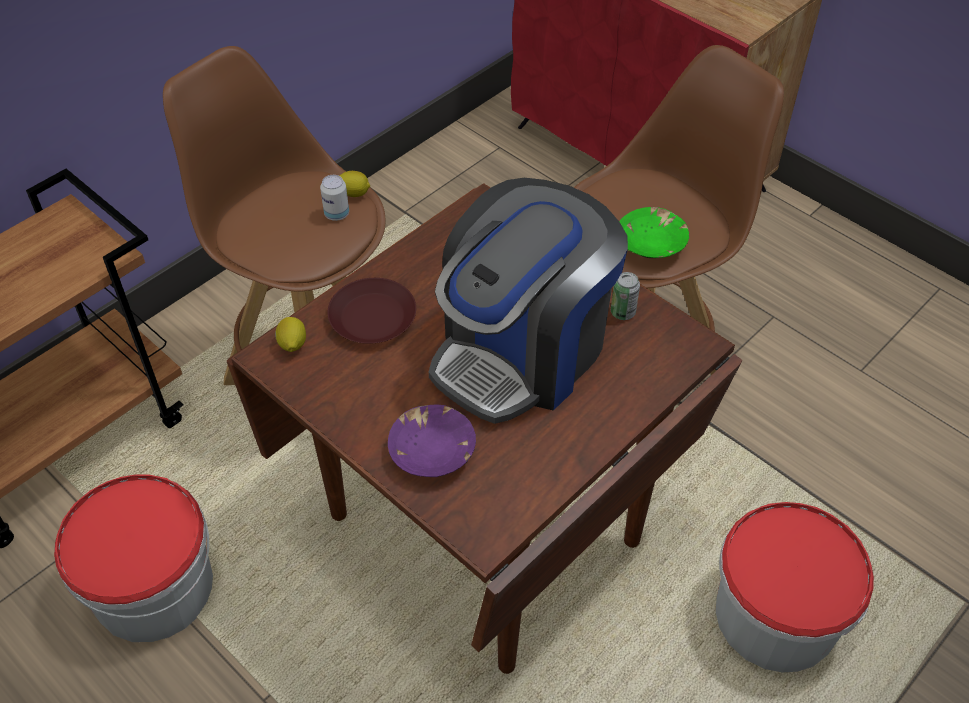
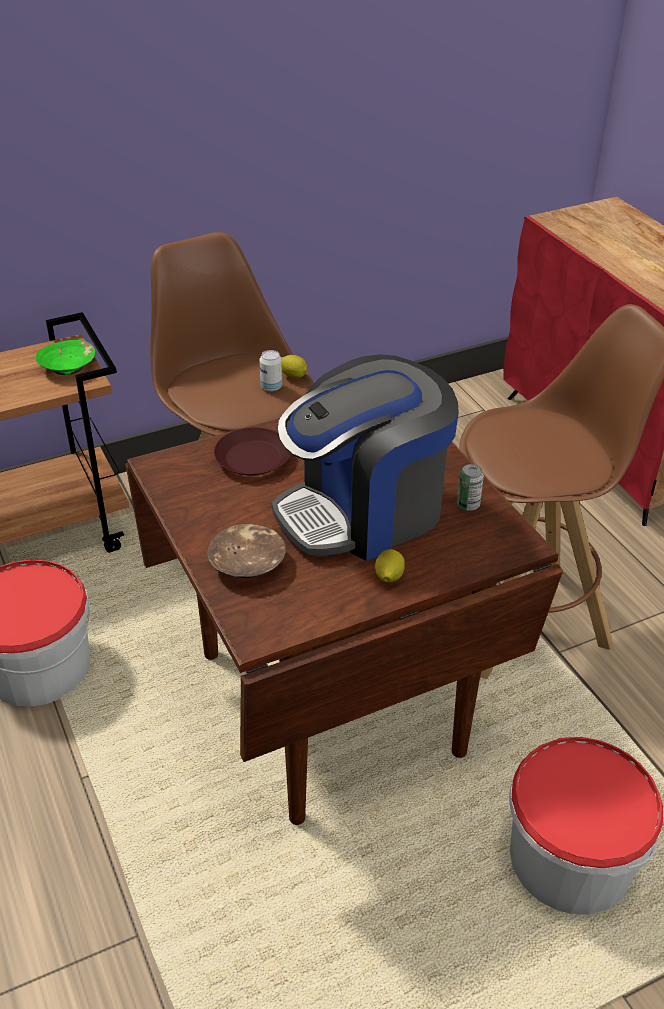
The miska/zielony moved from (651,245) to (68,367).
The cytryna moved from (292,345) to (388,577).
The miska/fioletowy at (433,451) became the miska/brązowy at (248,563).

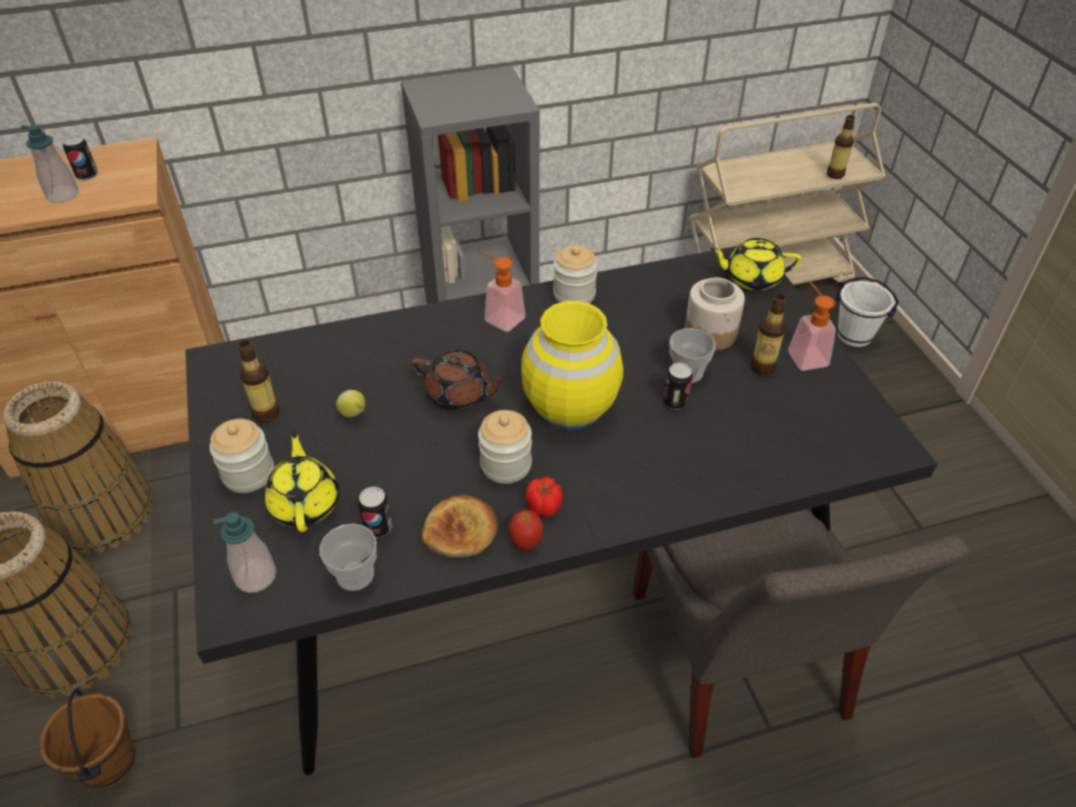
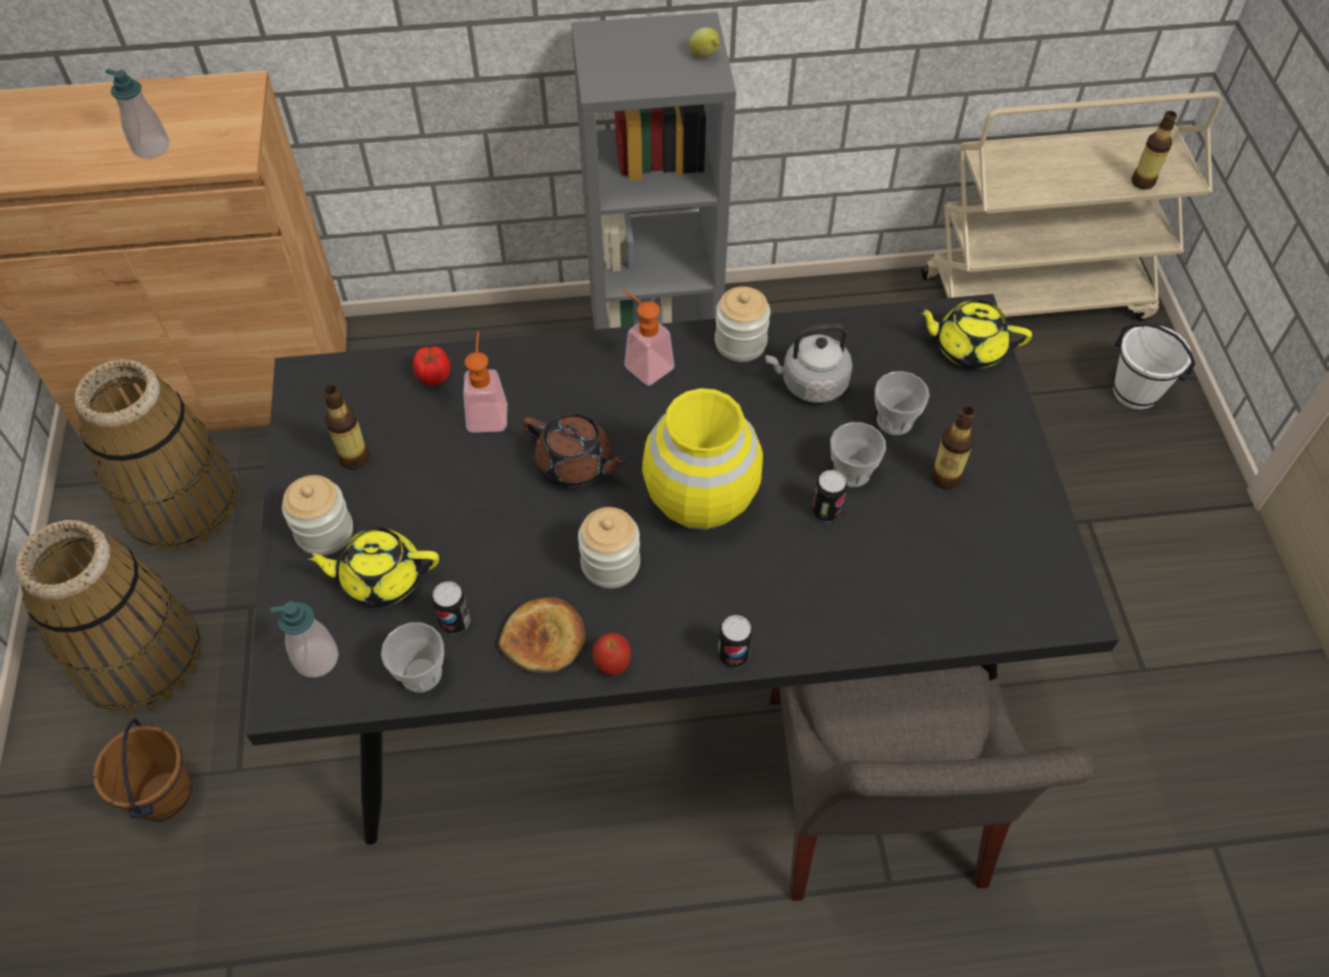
The puszka moved from (87,175) to (733,654).
The słoik at (710,333) was replaced by the filiżanka at (894,421).
The dozownik mydła moved from (804,354) to (487,411).
The cytryna moved from (354,414) to (705,56).
The imbryk/żółty at (305,503) turned 90 degrees counterclockwise.
The pomidor moved from (544,507) to (434,376).
The czajnik/szary at (810,384) appeared.

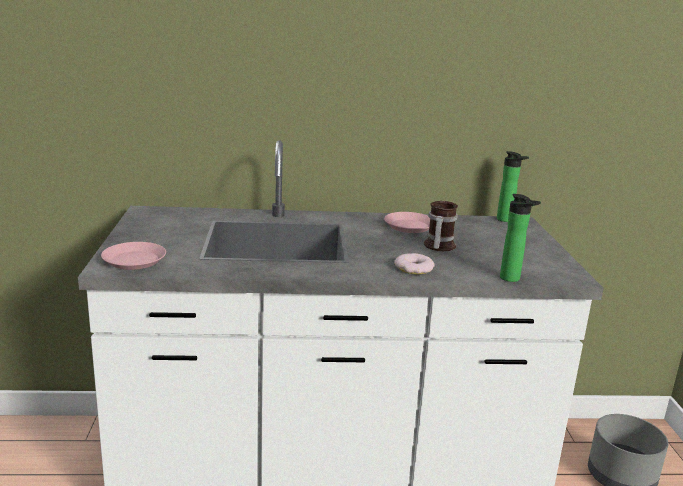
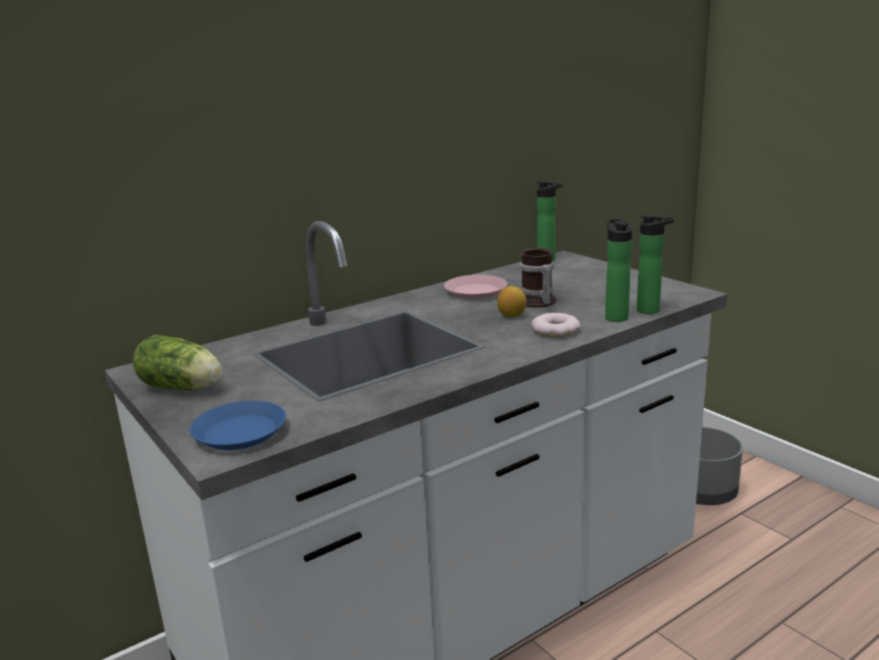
The talerz/różowy at (134,260) became the talerz/niebieski at (240,432).
The butelka at (615,317) appeared.
The cytryna at (511,316) appeared.
The sałata at (184,388) appeared.

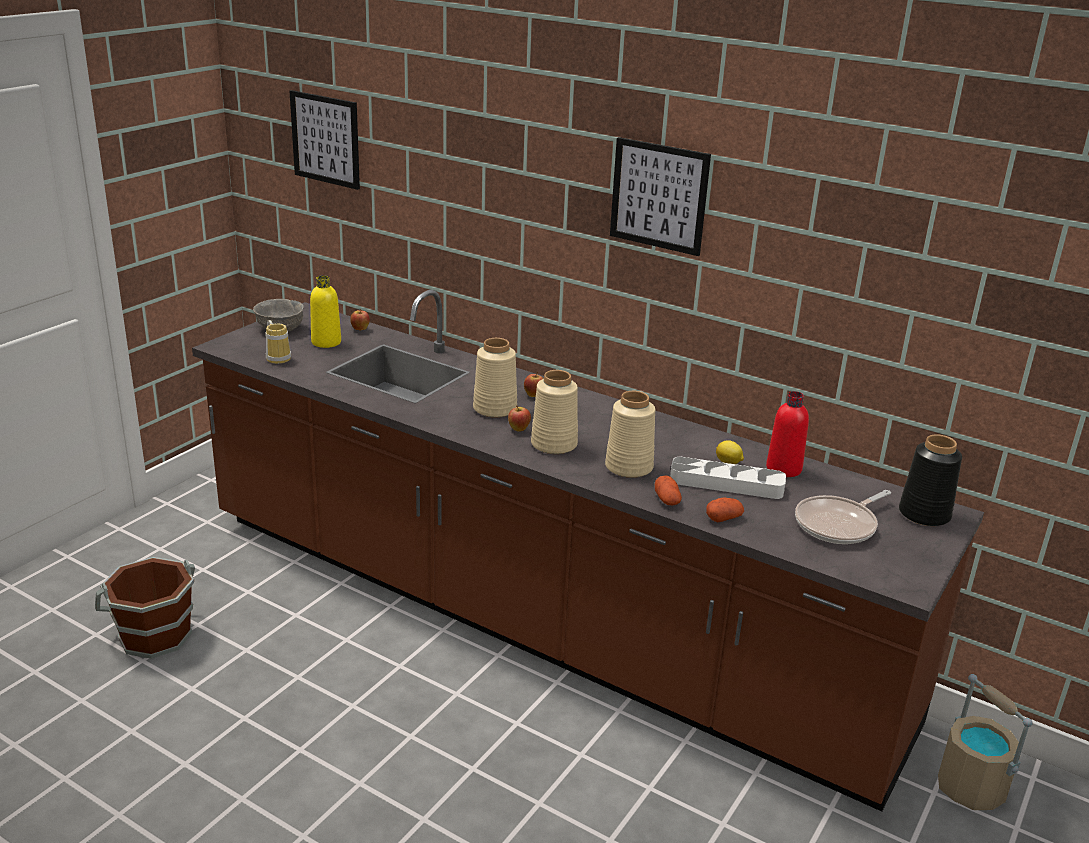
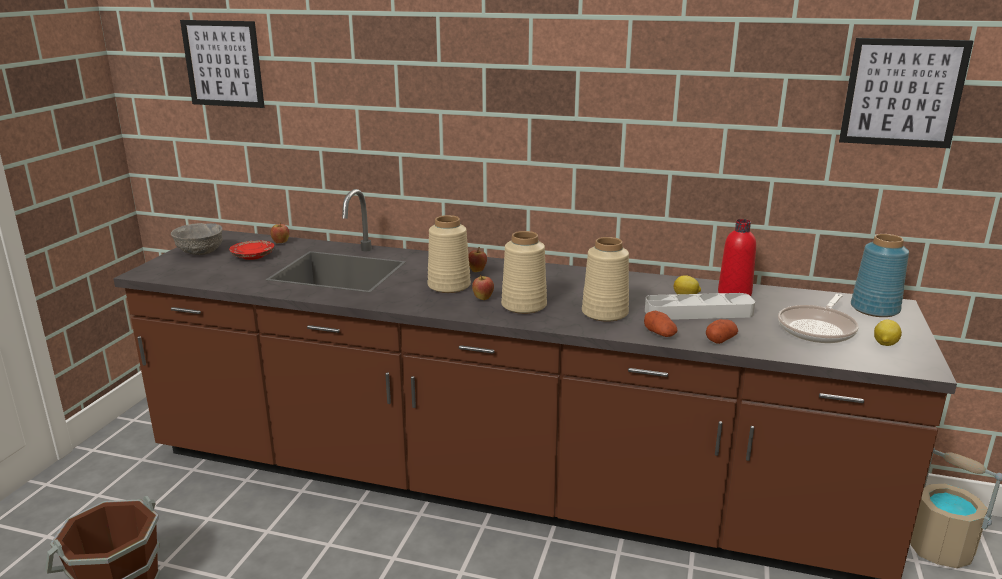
The obraz moved from (659,196) to (902,93).
The butelka/żółty at (326,342) was replaced by the talerz/czerwony at (252,256).
The kubek at (278,357) disappeared.
The wazon/czarny at (925,515) became the wazon/niebieski at (875,309).
The cytryna at (884,344) appeared.

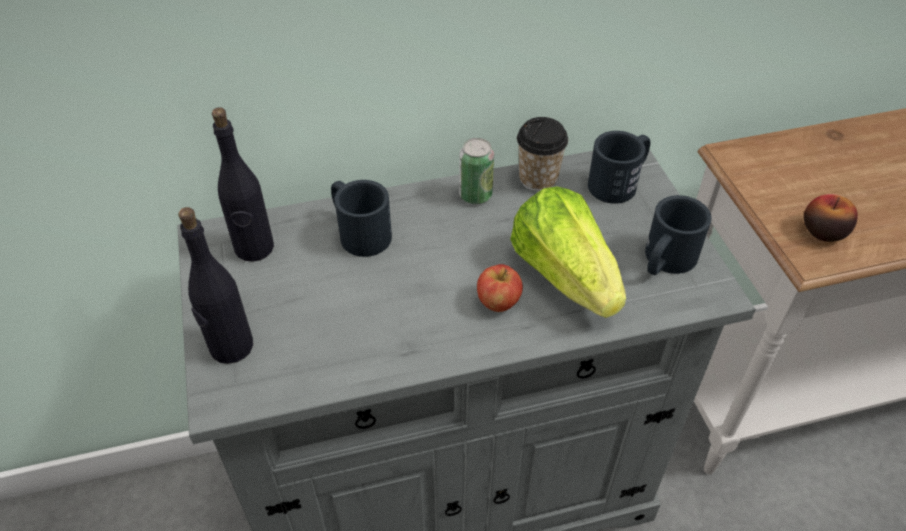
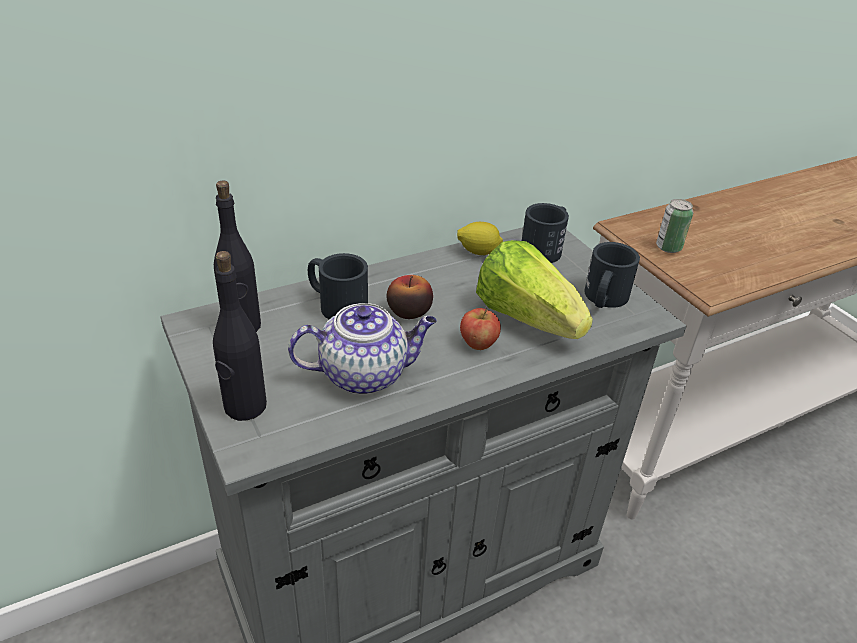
The filiżanka at (538,179) was replaced by the cytryna at (478,252).
The puszka moved from (475,195) to (668,247).
The jabłko moved from (823,231) to (409,311).
The imbryk at (365,374) appeared.

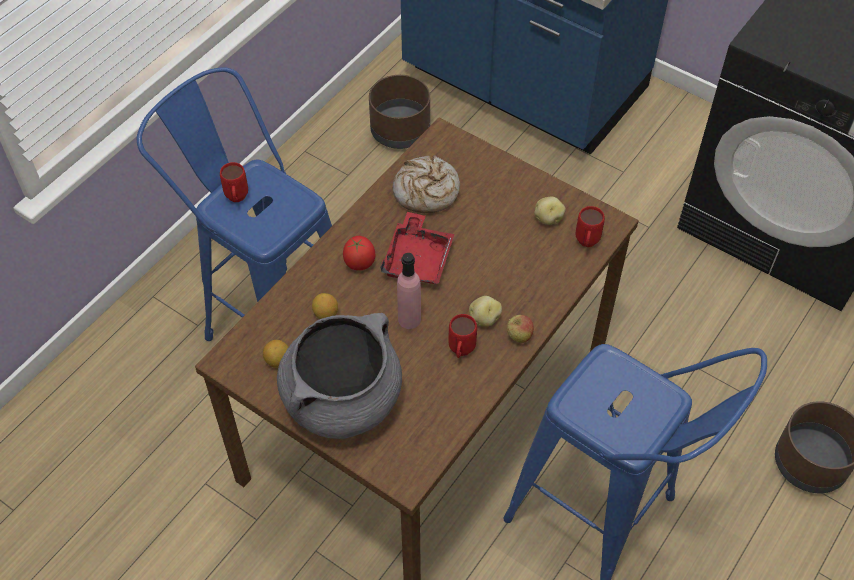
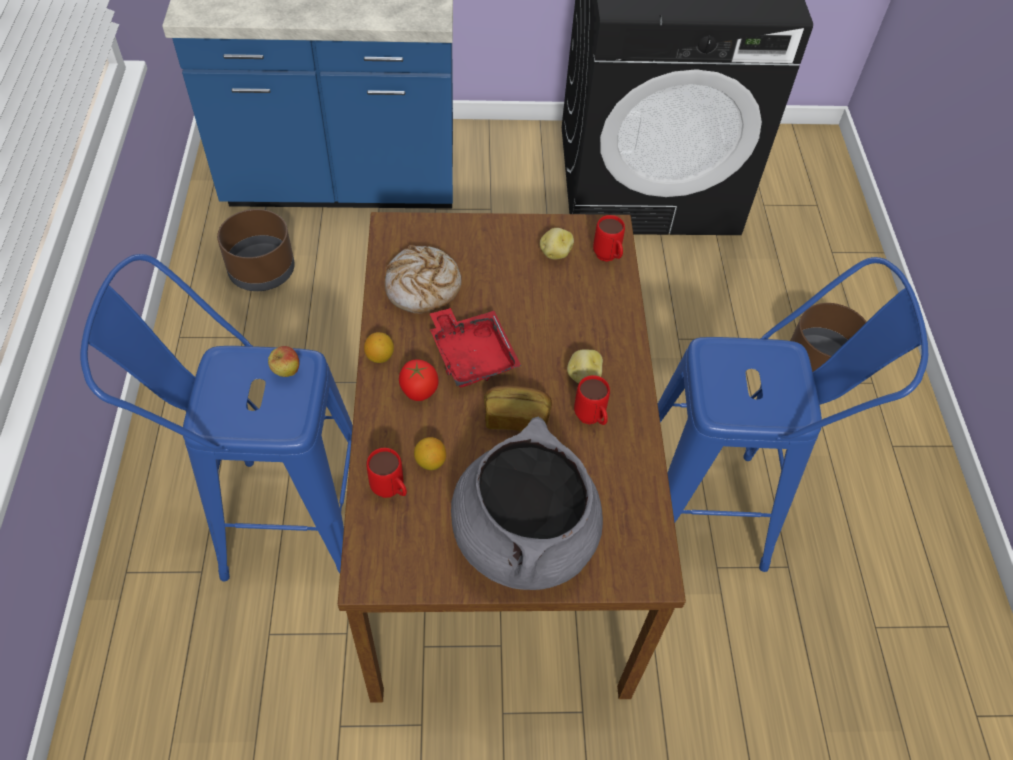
The kubek/czerwony moved from (237,200) to (391,492).
The butelka/różowy at (409,319) was replaced by the chleb at (516,417).
The jabłko moved from (519,336) to (286,371).
The cytryna moved from (278,361) to (380,356).

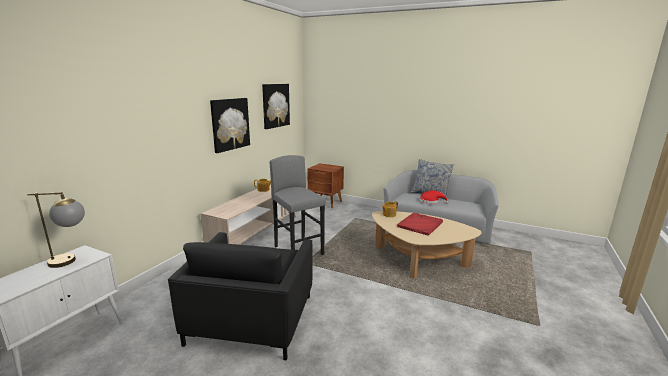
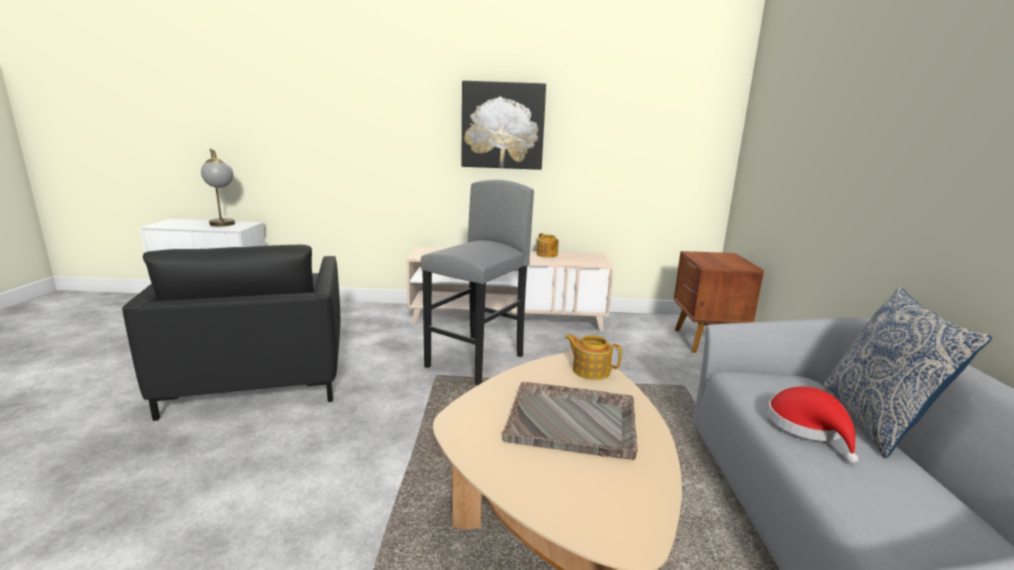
The obraz at (275,105) disappeared.
The taca/czerwony at (420,224) became the taca/szary at (573,421).
The fotel/czarny at (252,319) turned 90 degrees counterclockwise.

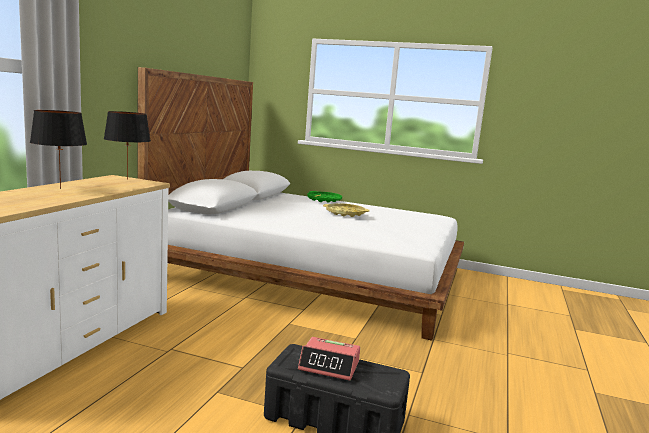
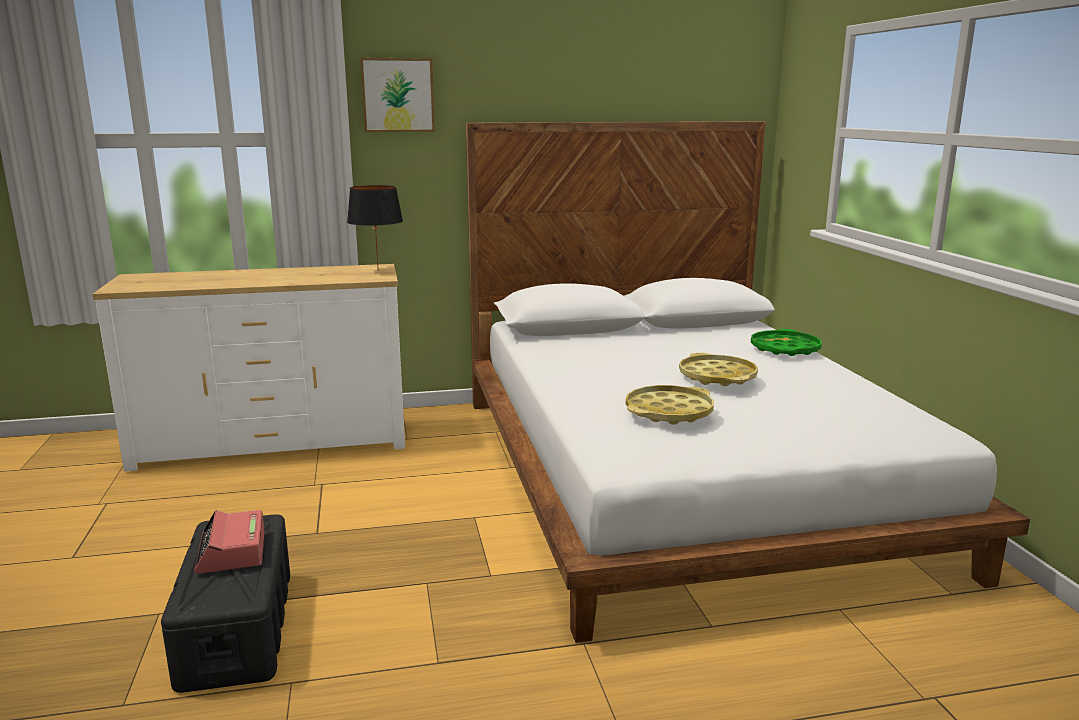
The lampa stołowa/czarny at (60,188) disappeared.
The obraz at (398,95) appeared.
The taca/żółty at (669,412) appeared.

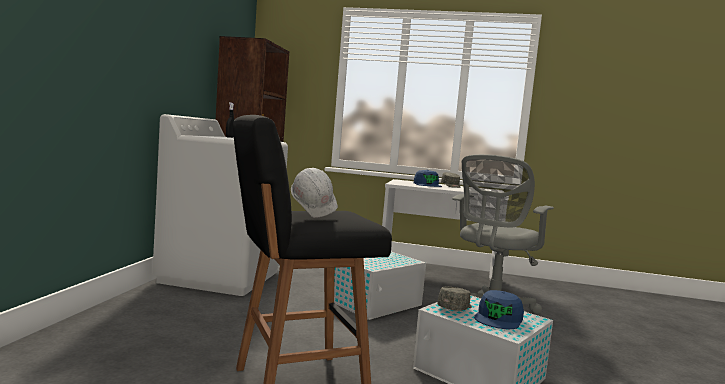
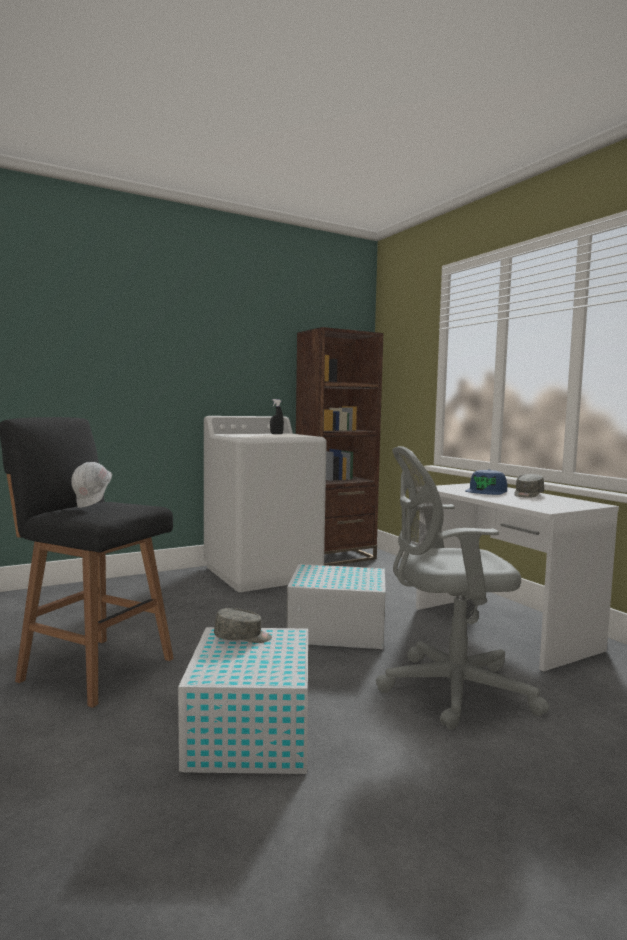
The czapka z daszkiem/niebieski at (498,318) disappeared.

